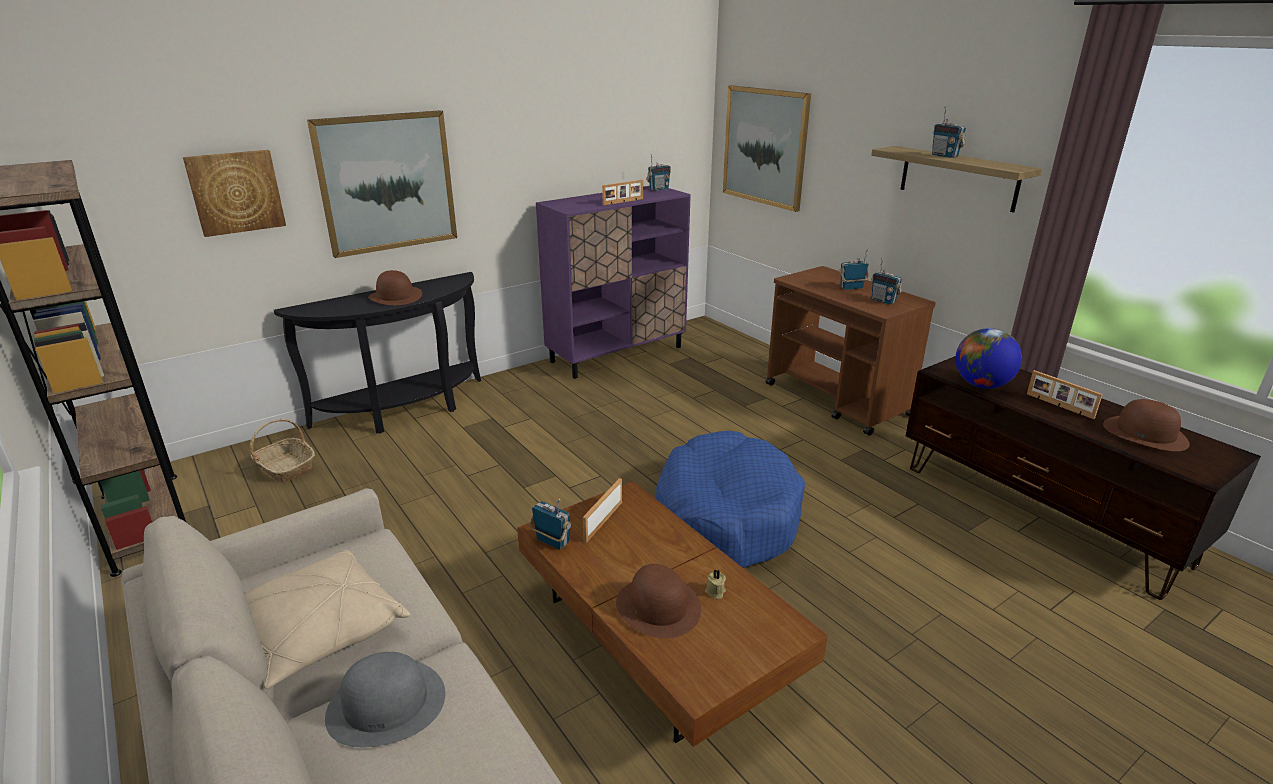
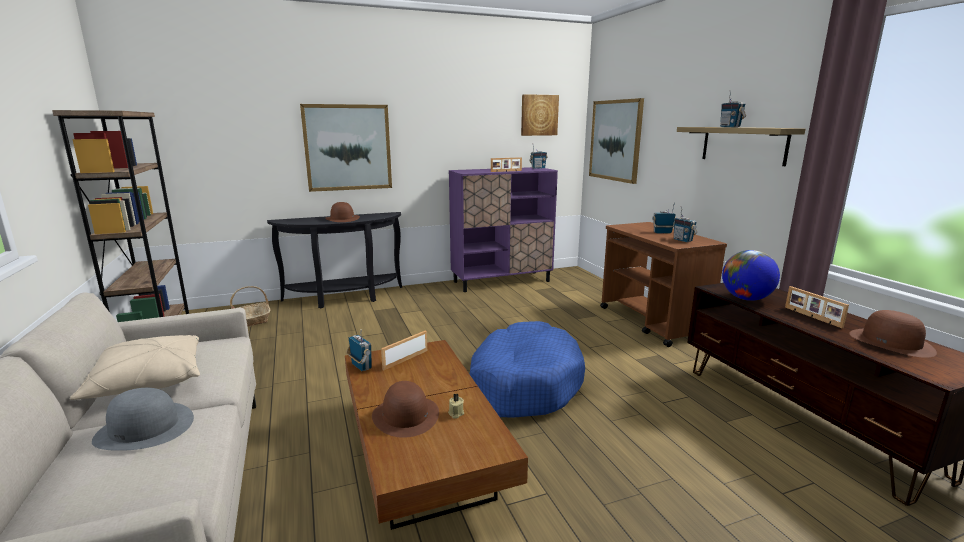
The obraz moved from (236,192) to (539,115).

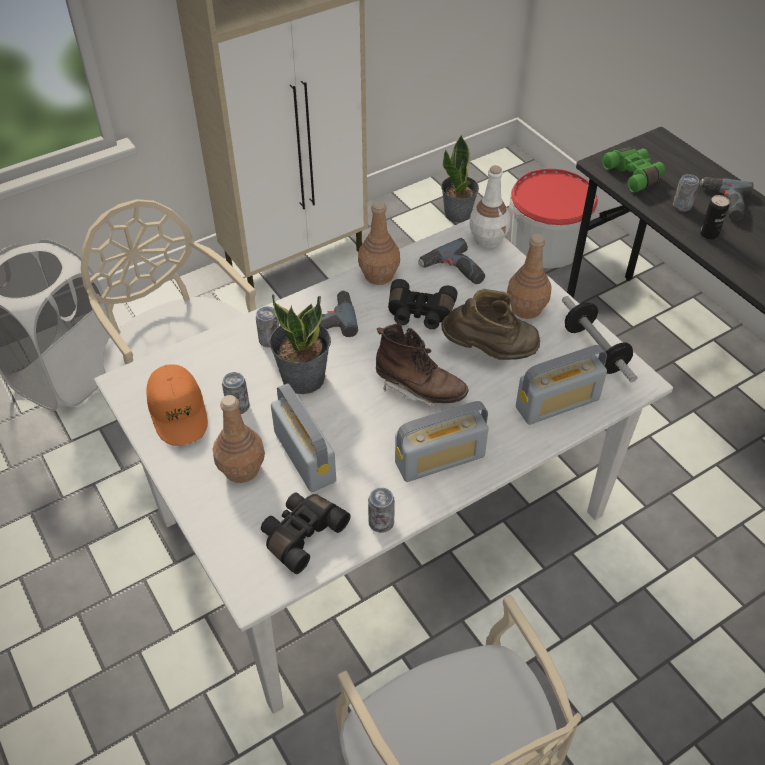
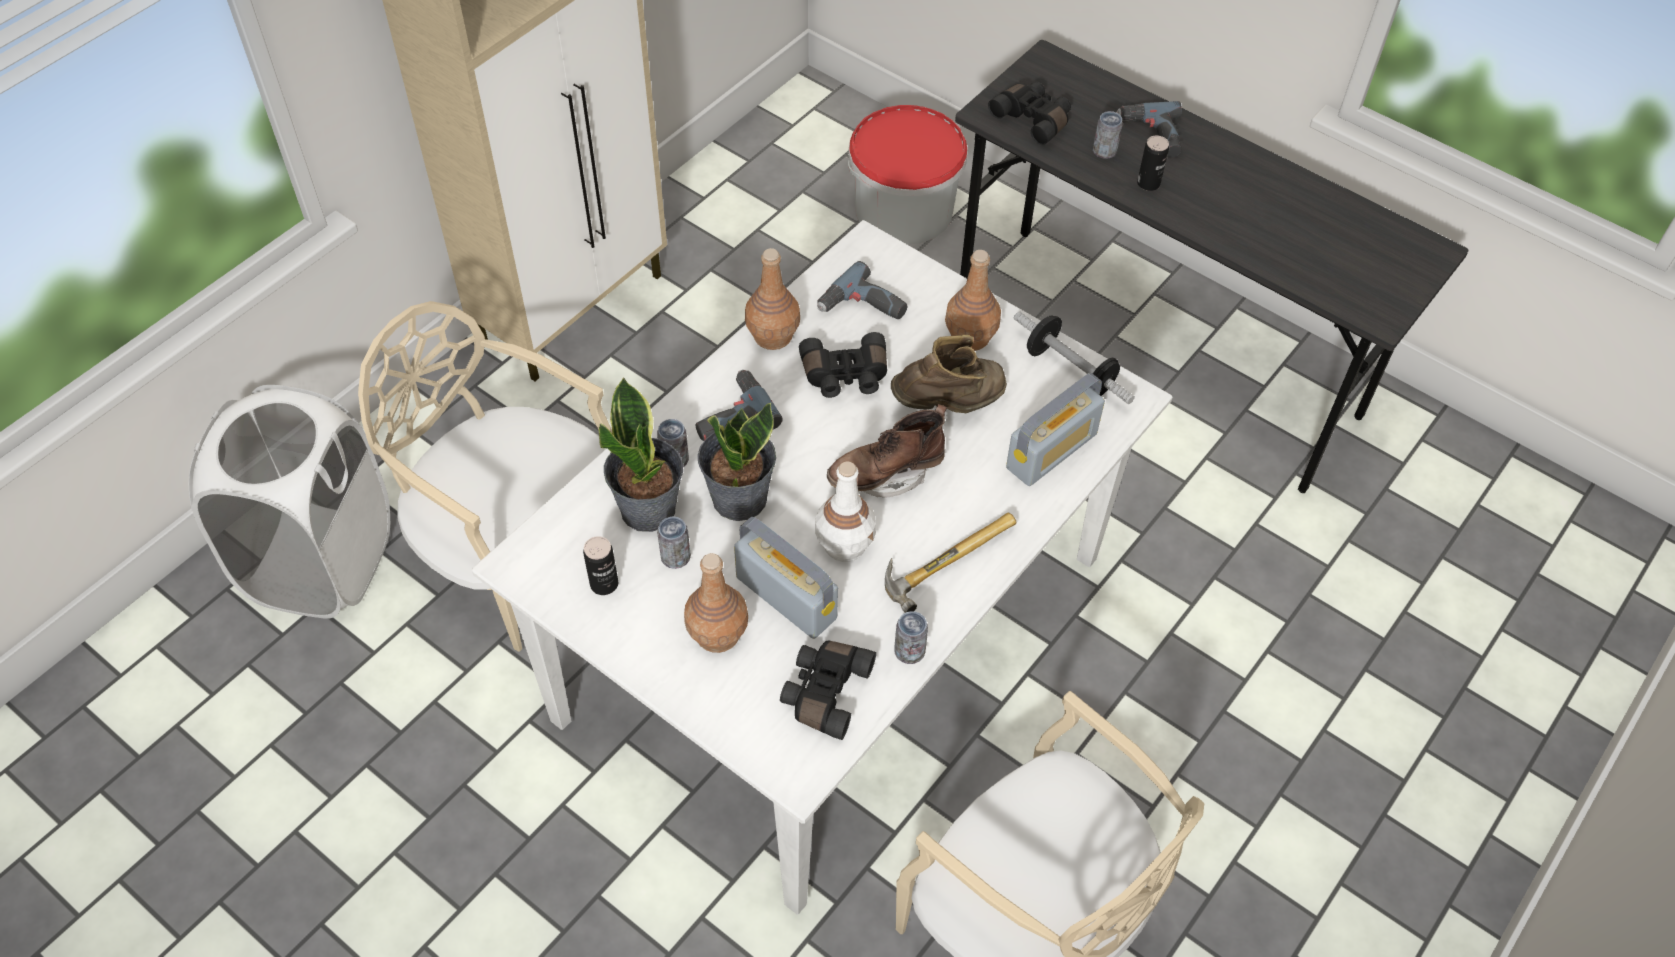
The roślina doniczkowa moved from (458,214) to (649,509).
The lornetka/zielony at (634,175) became the lornetka/czarny at (1033,119).
The butelka/biały moved from (488,239) to (845,544).
The but z cholewką/brązowy at (419,389) turned 150 degrees clockwise.
The czapka z daszkiem/pomarańczowy at (178,411) was replaced by the puszka at (604,584).
The radio at (440,459) was replaced by the młotek at (945,557).

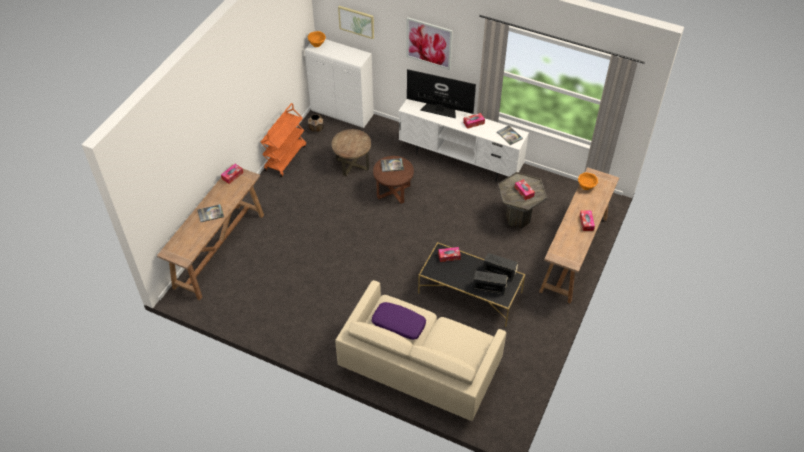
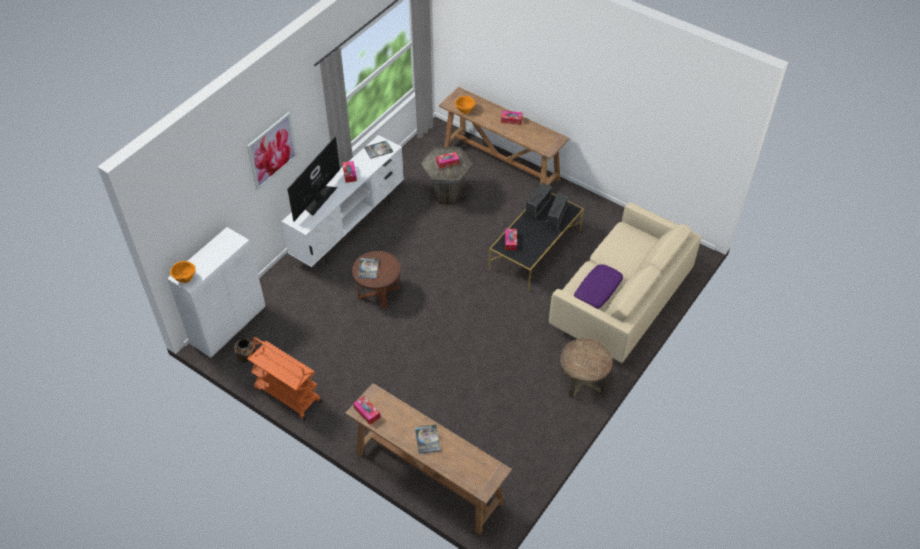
The obraz at (356,21) disappeared.
The stolik/brązowy moved from (352,164) to (582,381).

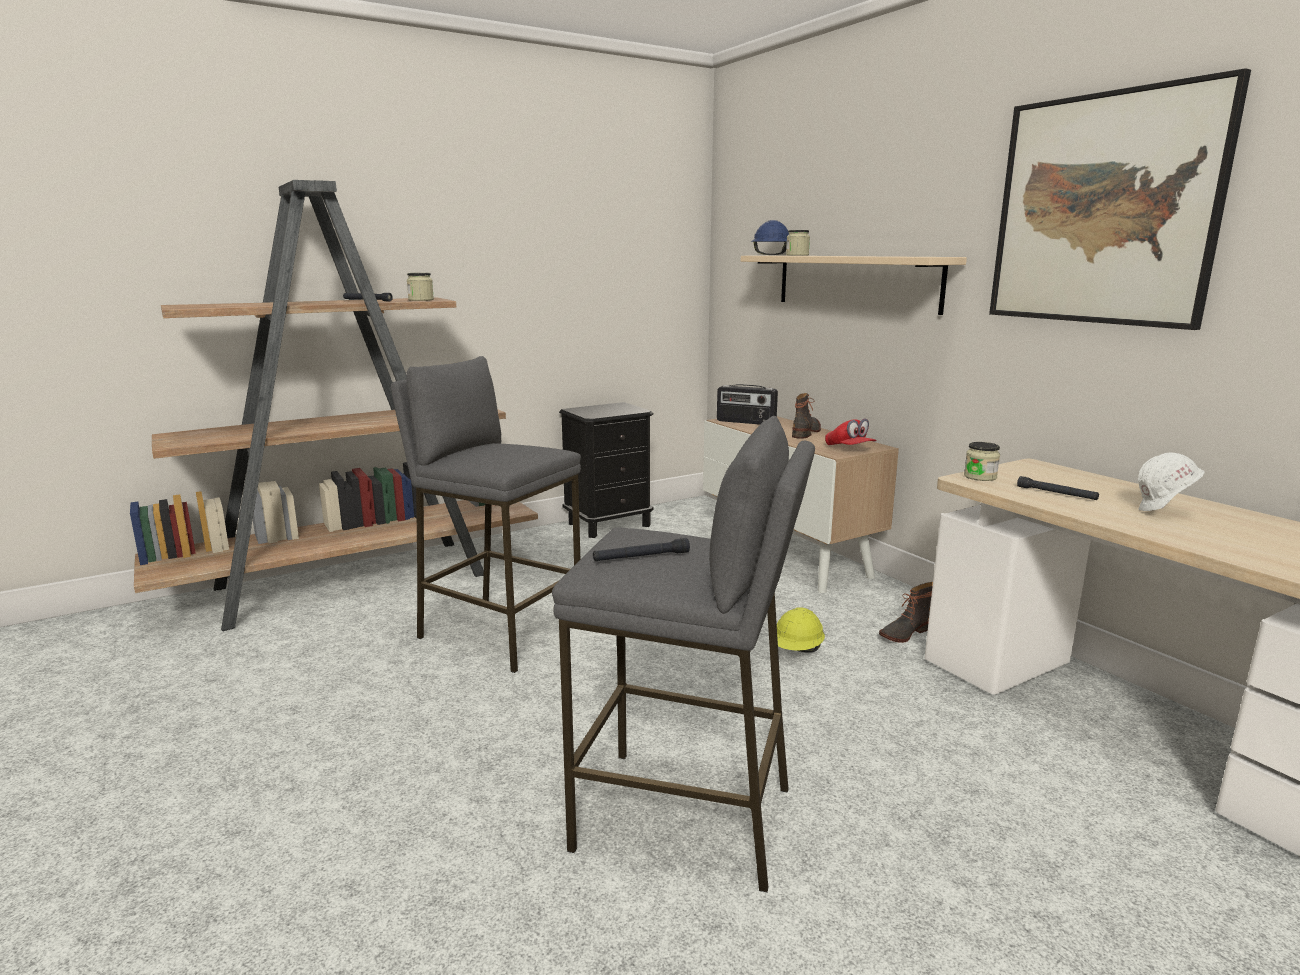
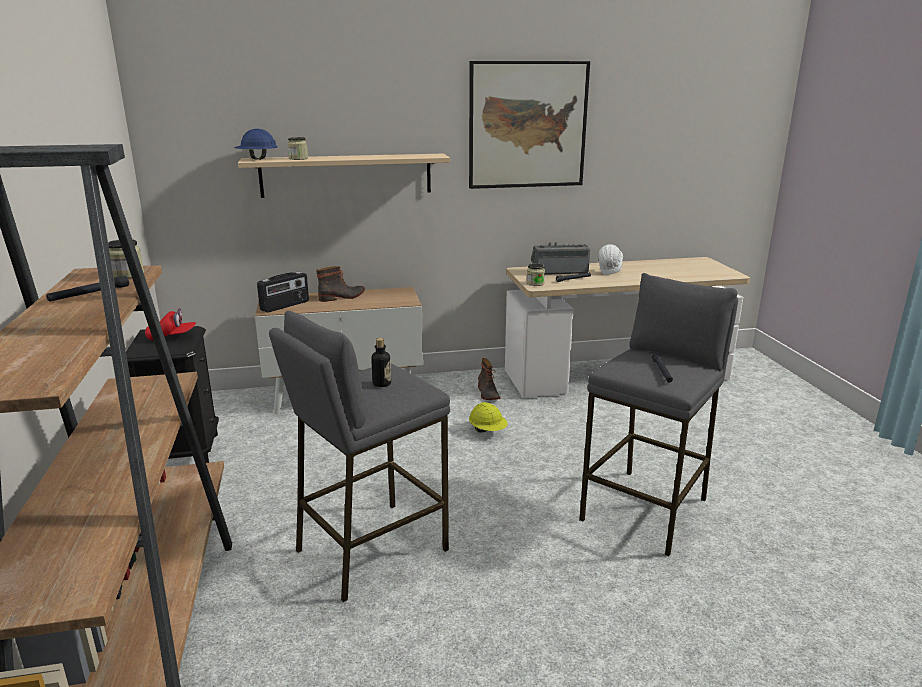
The but z cholewką at (806,432) turned 105 degrees clockwise.
The czapka z daszkiem/czerwony moved from (849,449) to (172,337).
The radio at (559,271) appeared.
The butelka at (382,384) appeared.

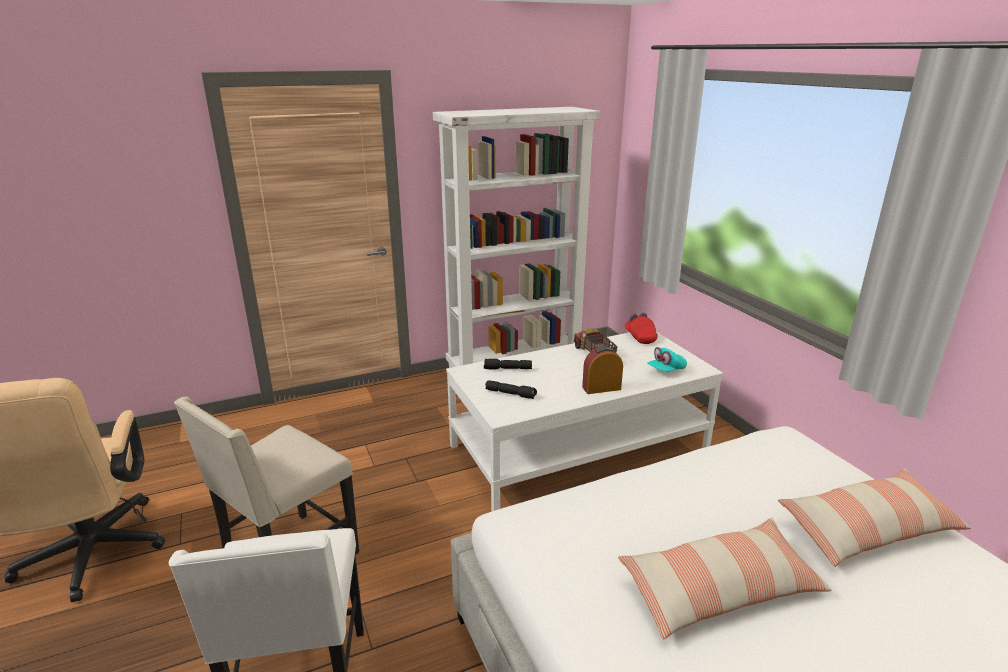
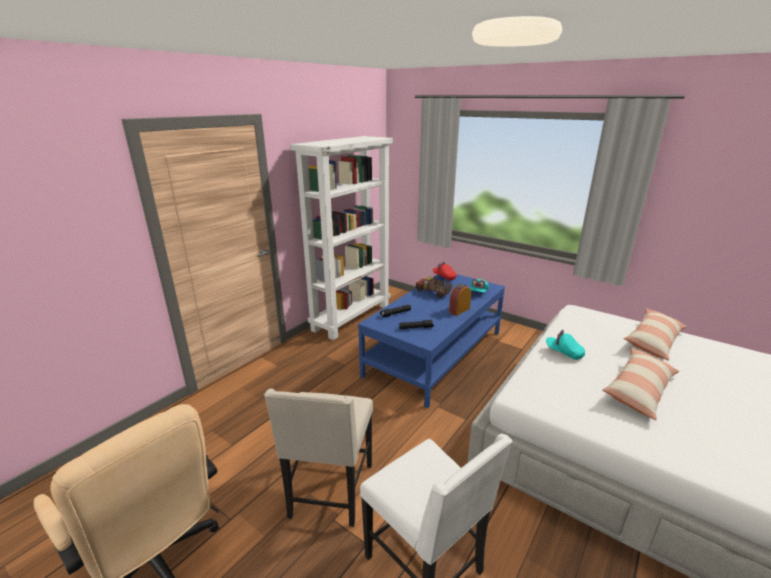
The ława/biały at (578,448) became the ława/niebieski at (434,353).
The czapka z daszkiem/turkusowy at (564,352) appeared.

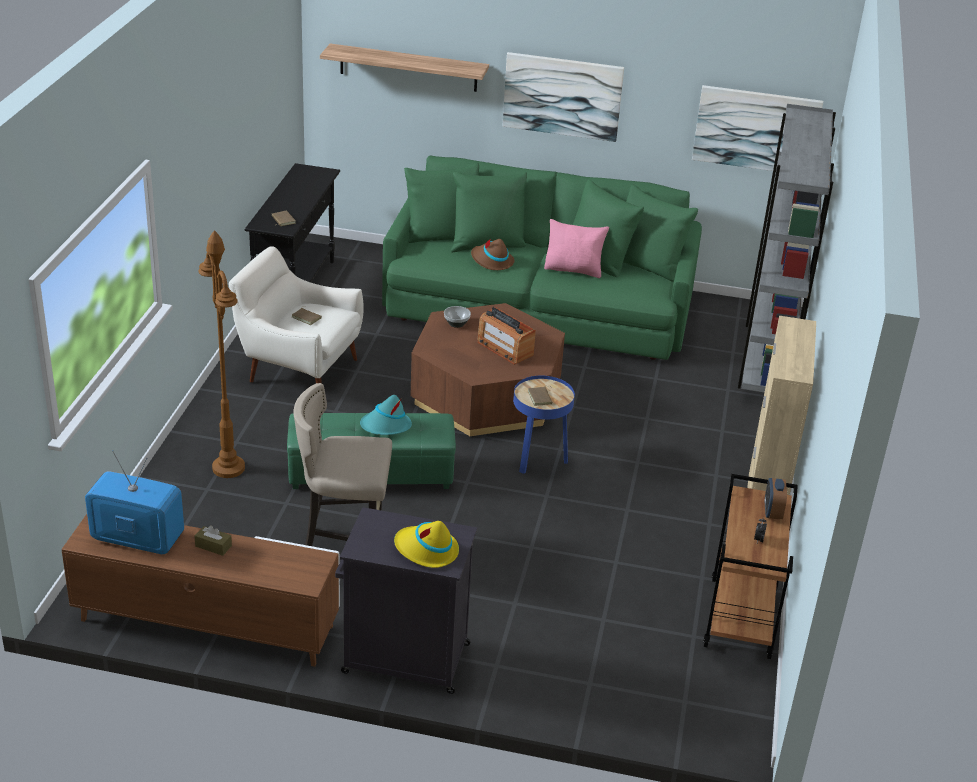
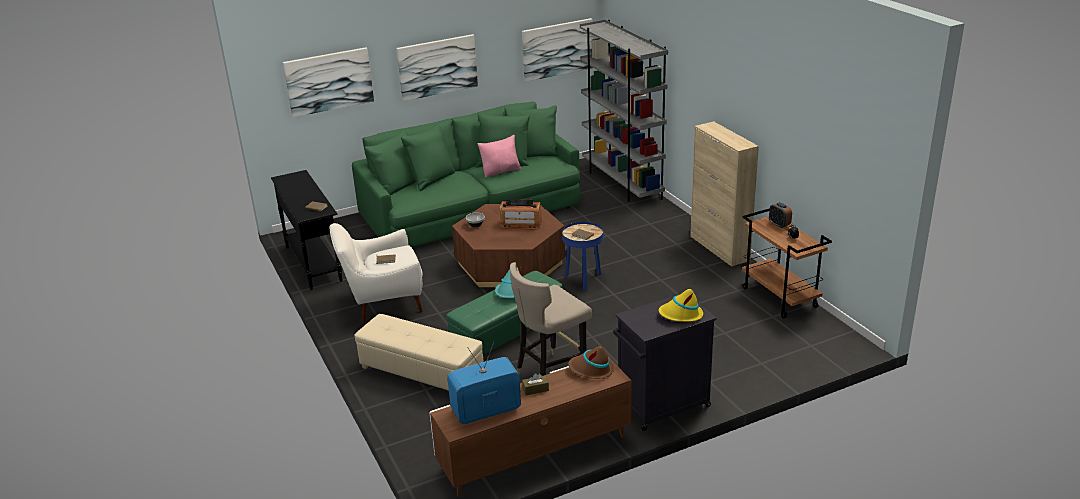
The półka at (408,68) was replaced by the obraz at (329,81).
The lampa stojąca/brązowy at (228,468) was replaced by the pufa/beżowy at (420,372).
The kapelusz/brązowy moved from (491,261) to (591,369).

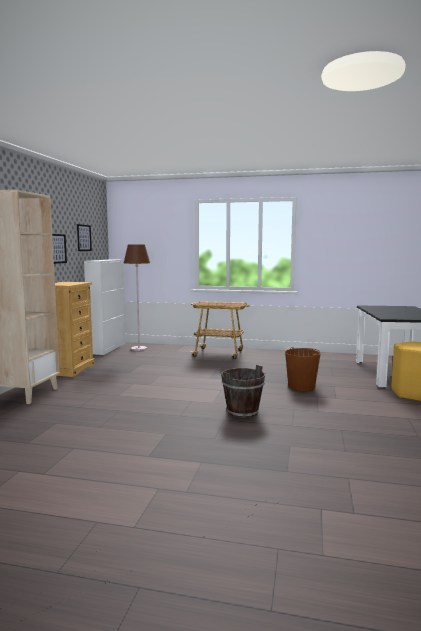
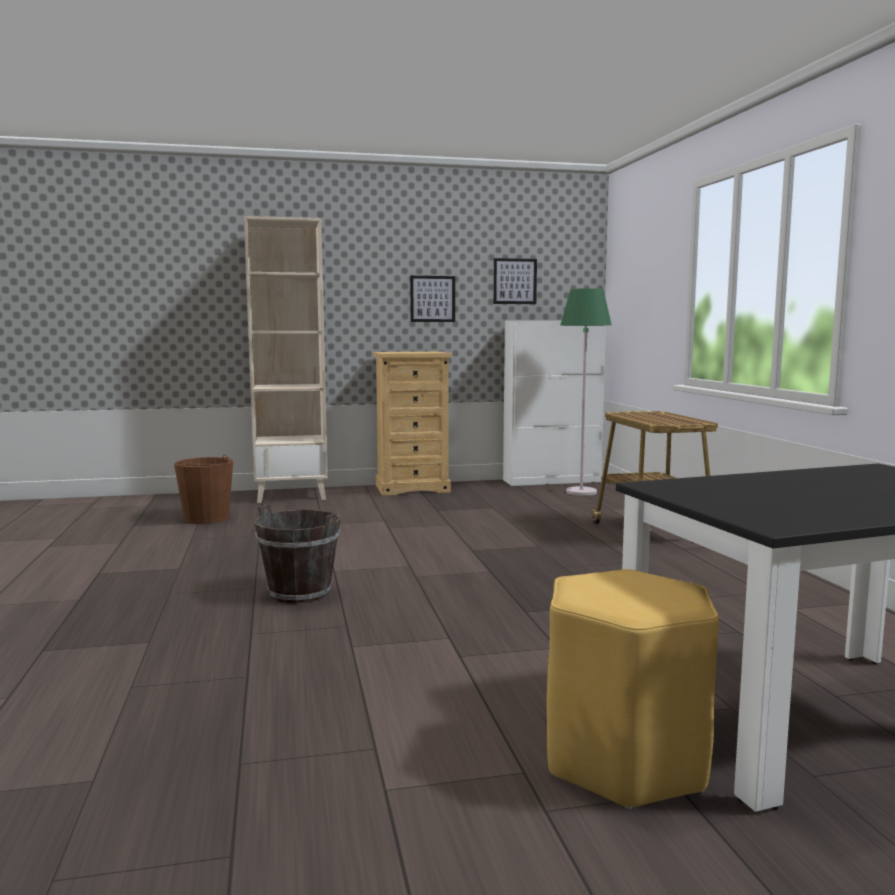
The lampa stojąca/brązowy at (138,349) became the lampa stojąca/zielony at (581,492).
The wiadro/brązowy moved from (301,386) to (206,518).

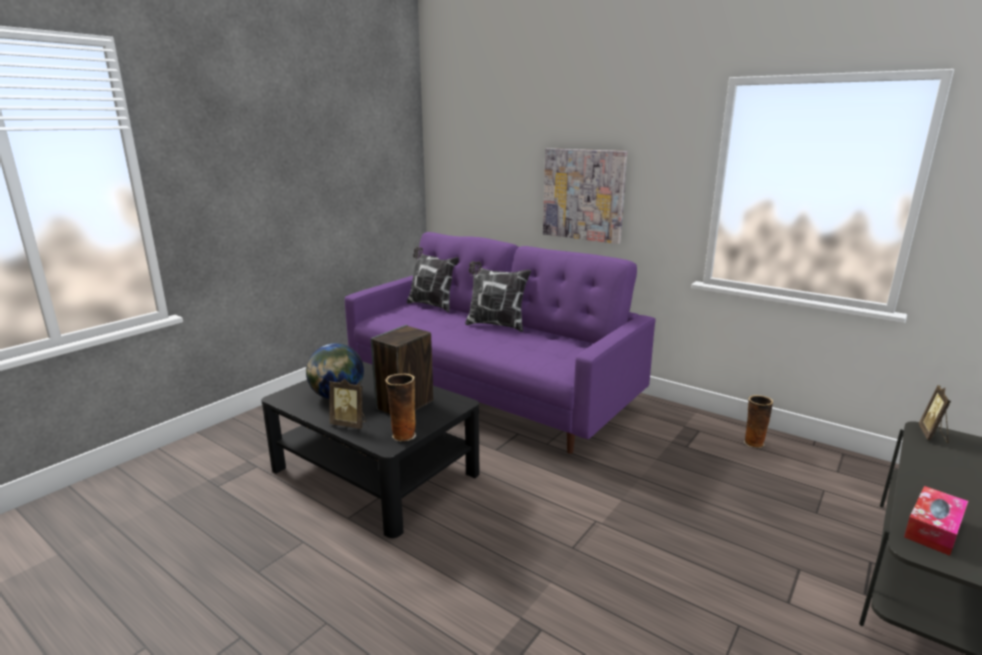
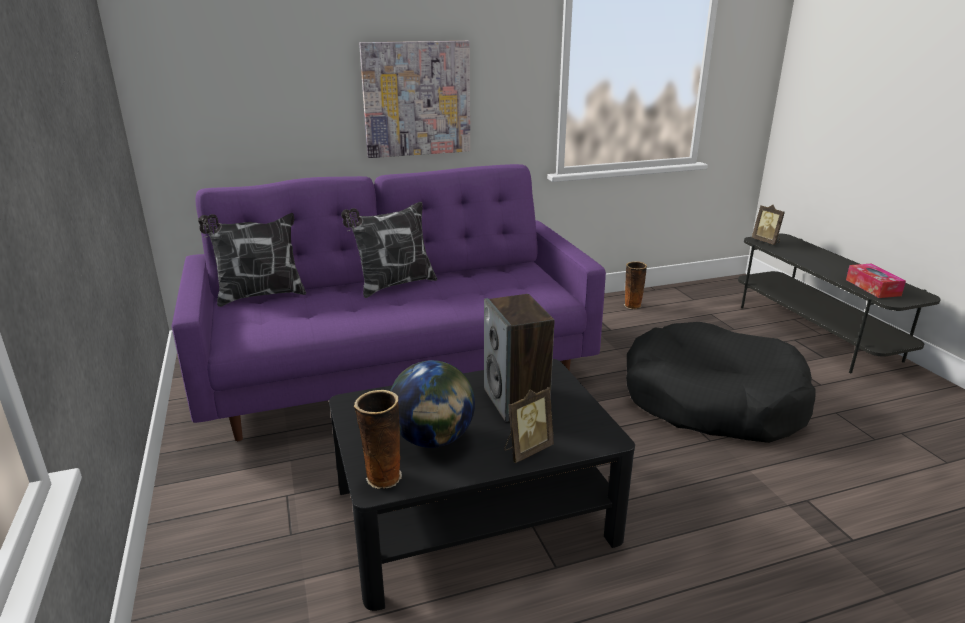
The wazon moved from (403,435) to (382,478).
The legowisko/czarny at (712,400) appeared.

